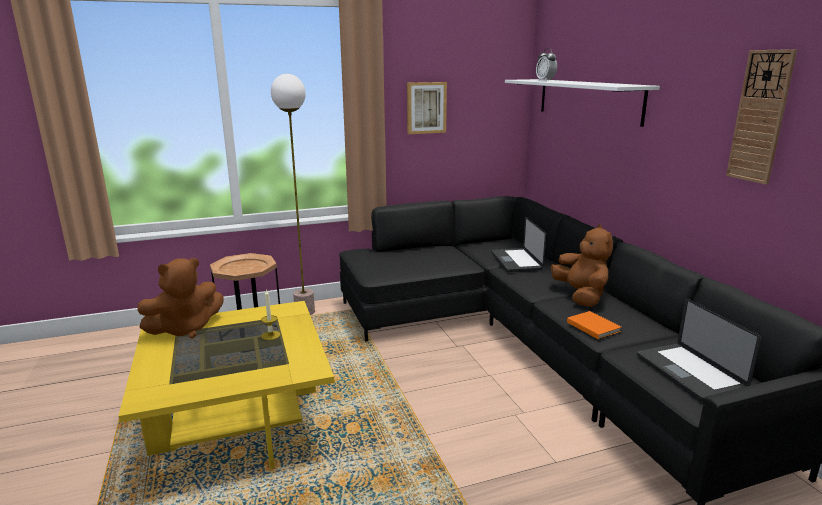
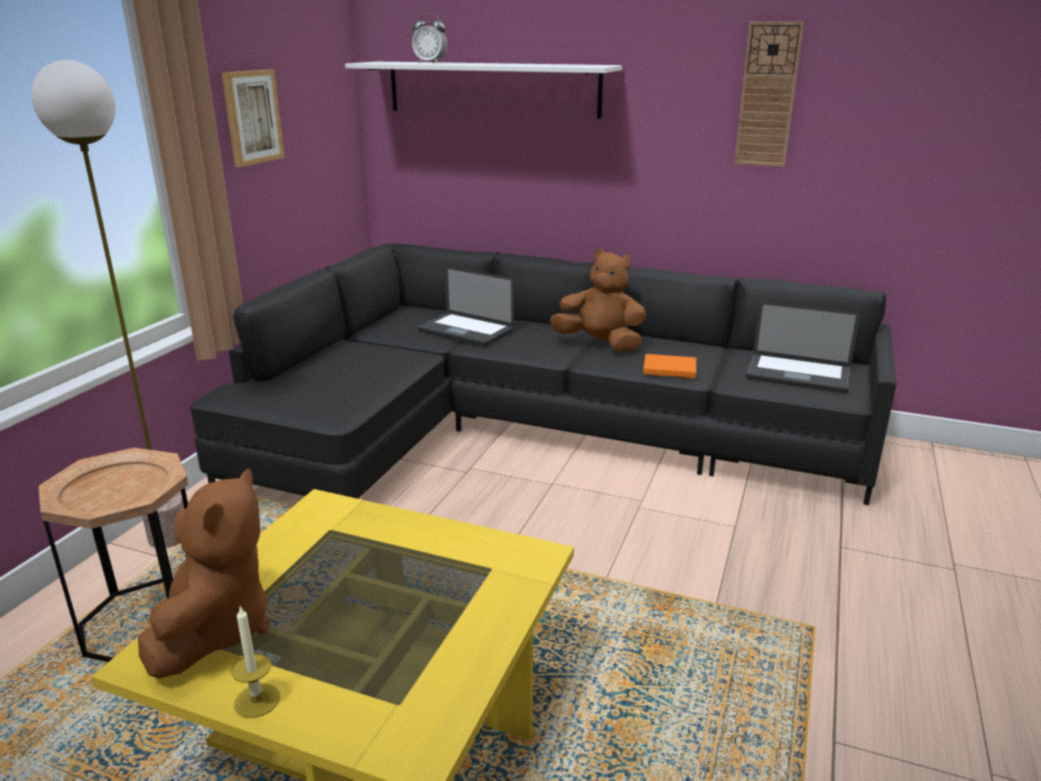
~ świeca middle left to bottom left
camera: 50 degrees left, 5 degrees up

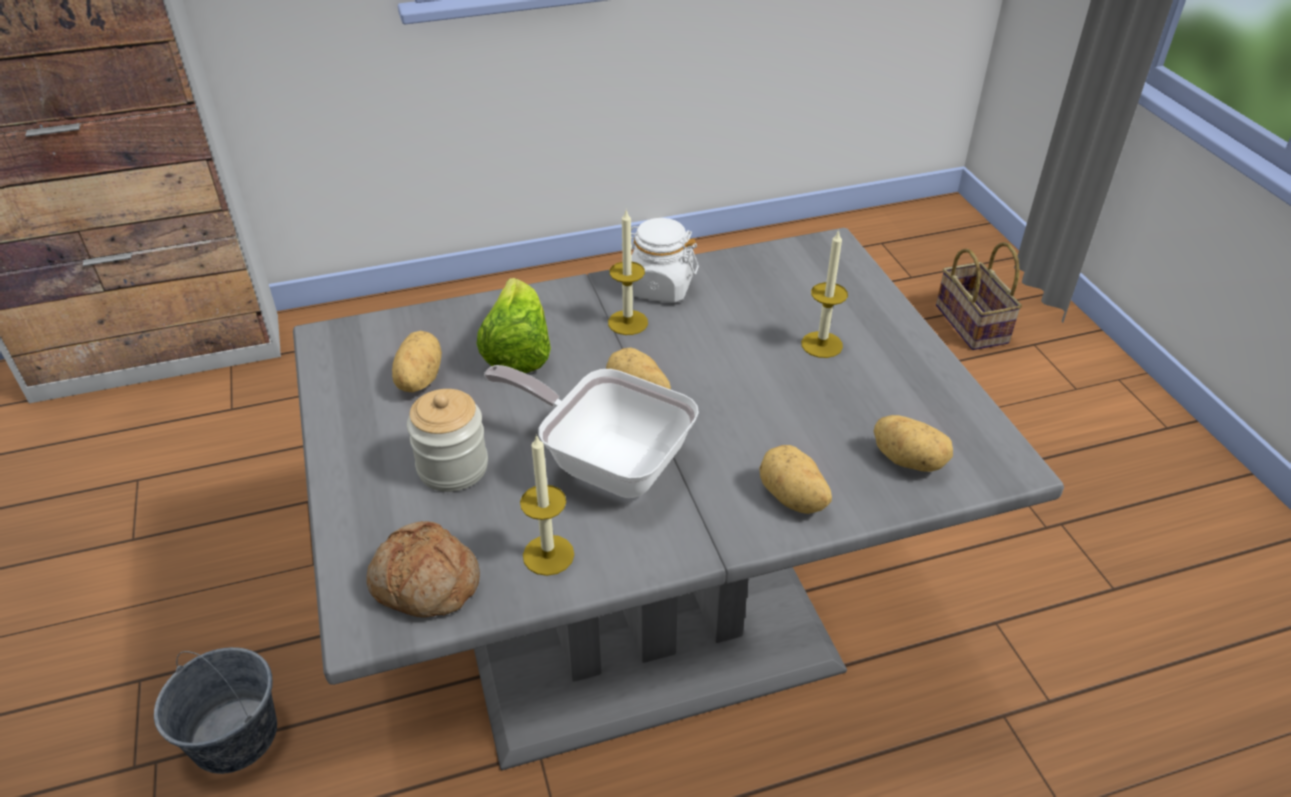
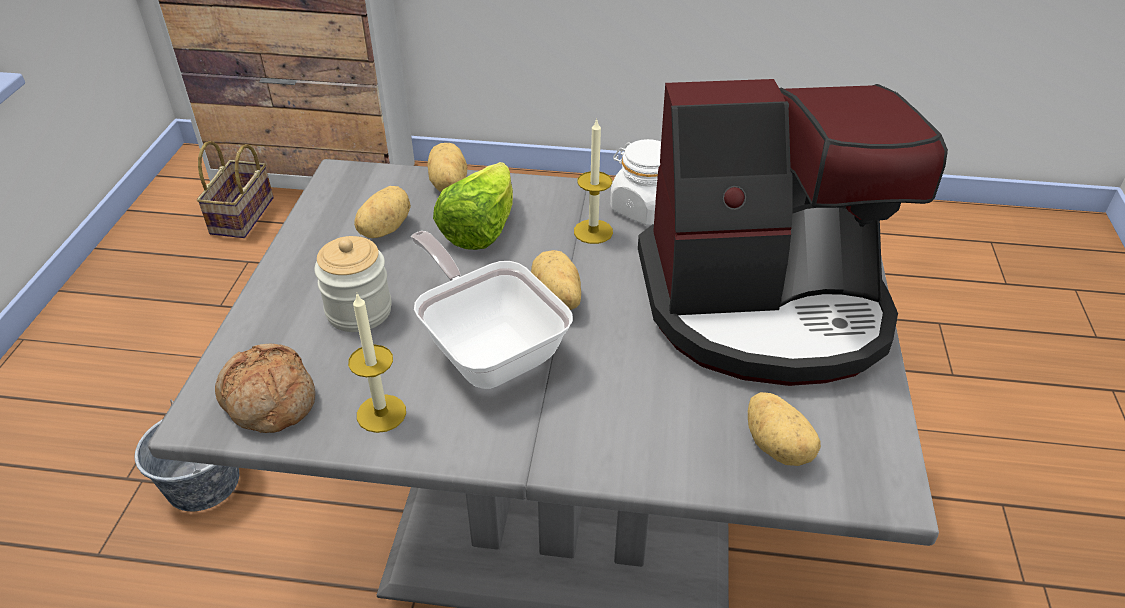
~ ziemniak (no. 3 from left in the first image) centre to ziemniak (no. 2 from left) top centre
~ koszyk middle right to top left
~ świeca (no. 3 from left) centre to ekspres do kawy middle right
camera: 25 degrees right, 0 degrees up

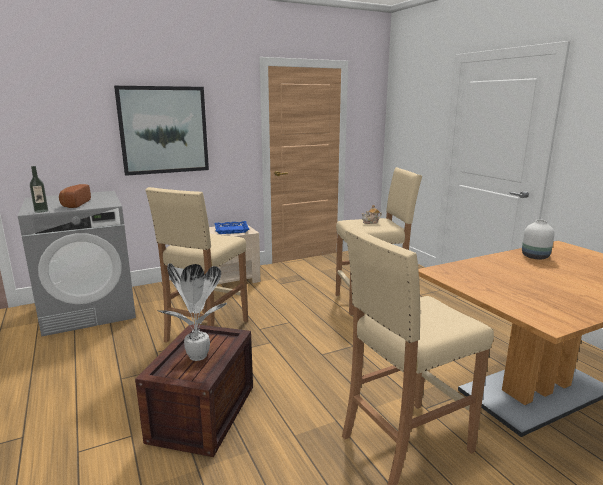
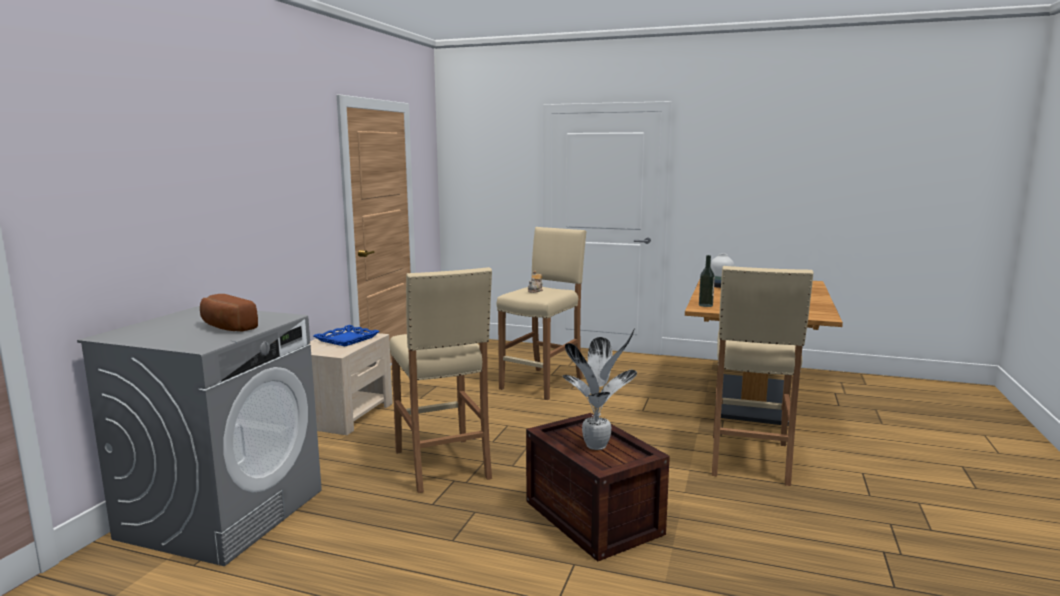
- obraz top left
~ butelka middle left to middle right
camera: 45 degrees left, 5 degrees down

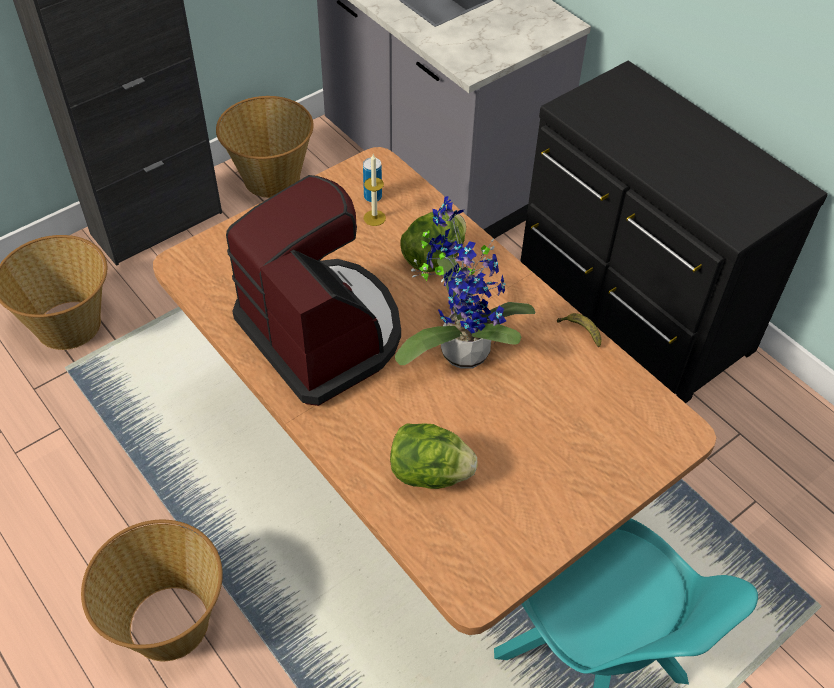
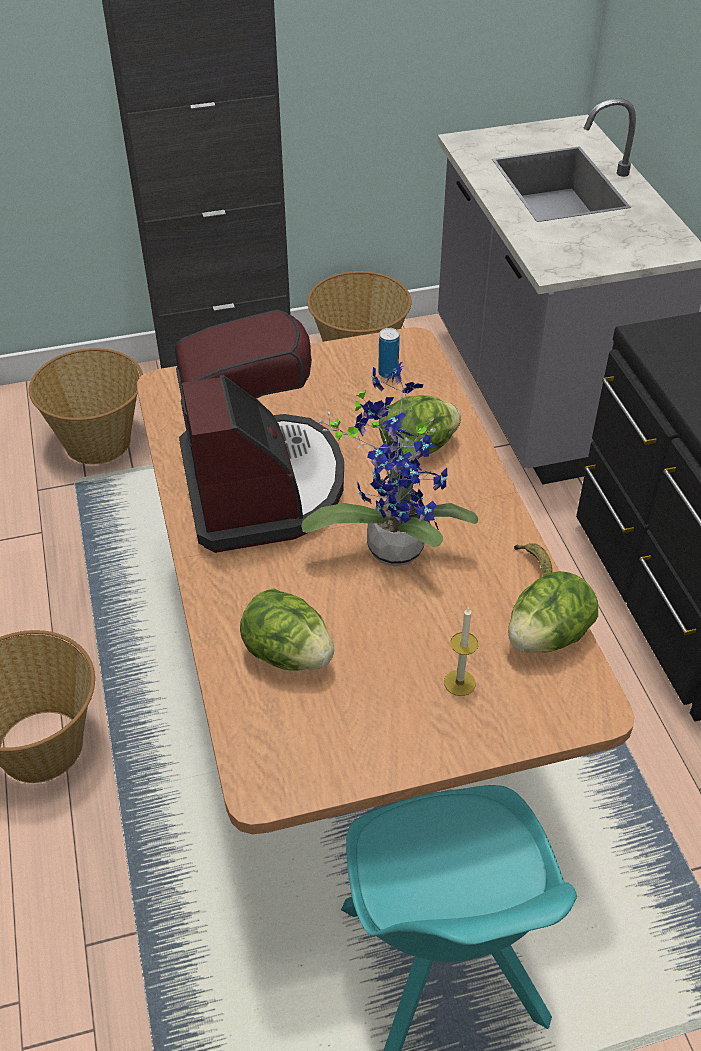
+ sałata (no. 3 from left) middle right
~ świeca top centre to centre
camera: 25 degrees right, 5 degrees down

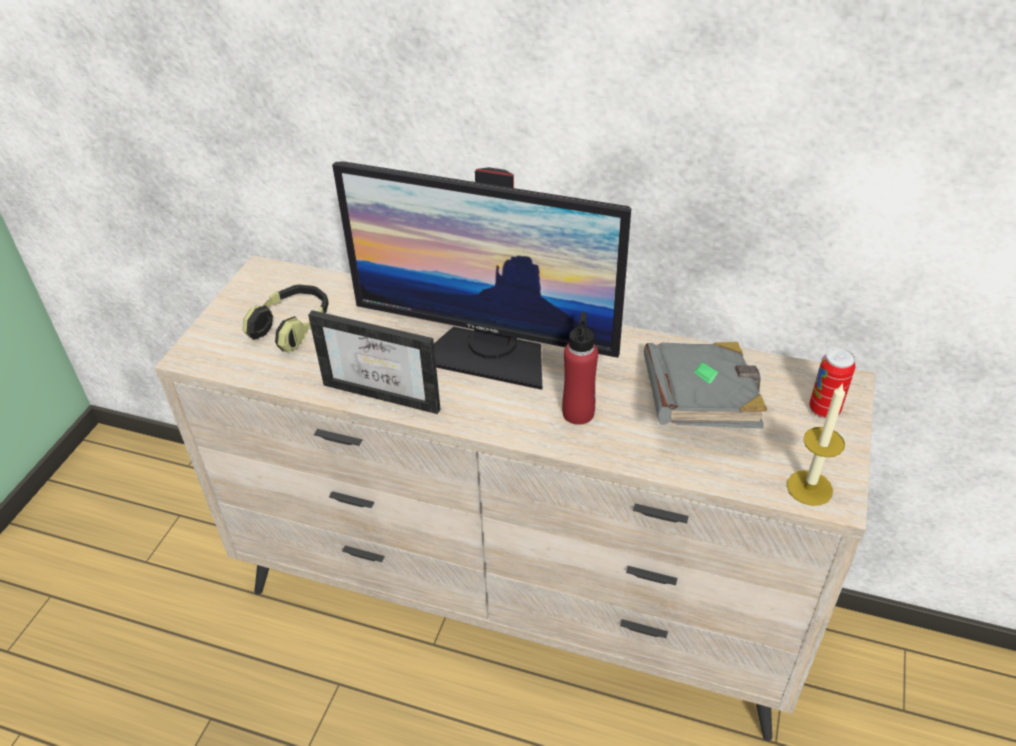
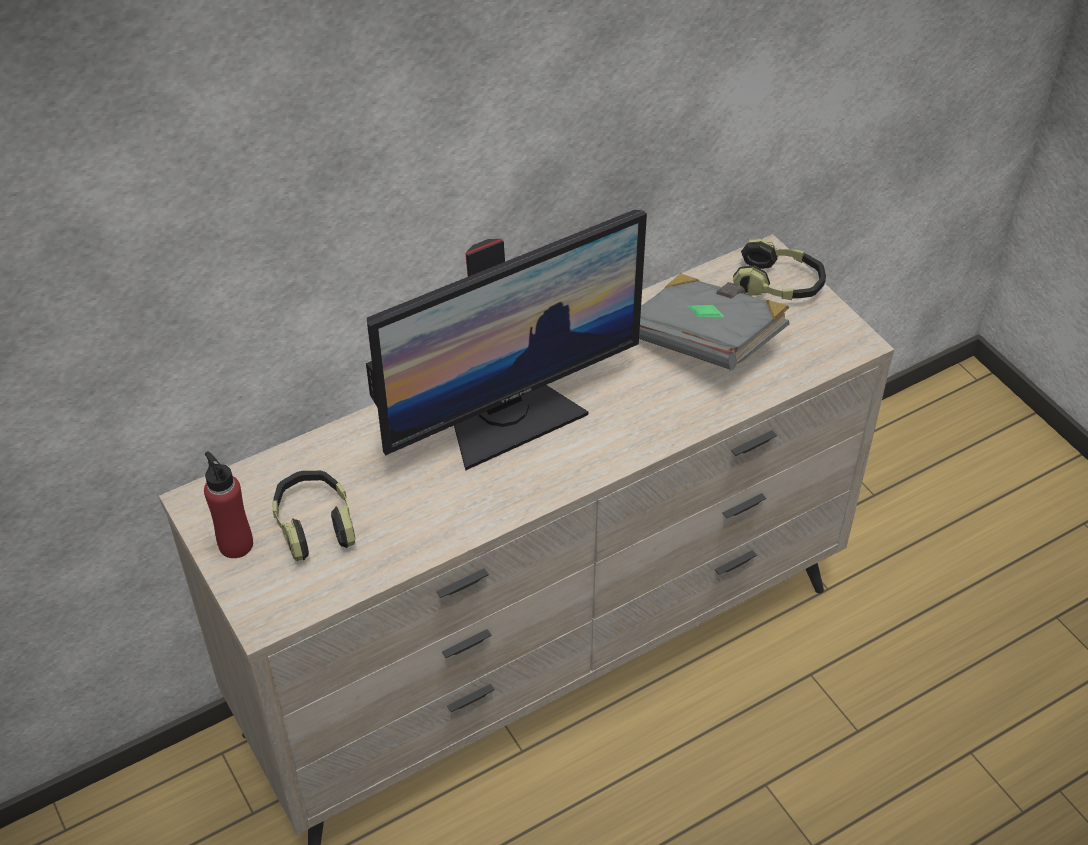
- ramka na zdjęcie centre
- świeca middle right
~ butelka [czerwony] centre to middle left
~ puszka middle right to słuchawki (no. 2 from left) top right
camera: 50 degrees left, 5 degrees up

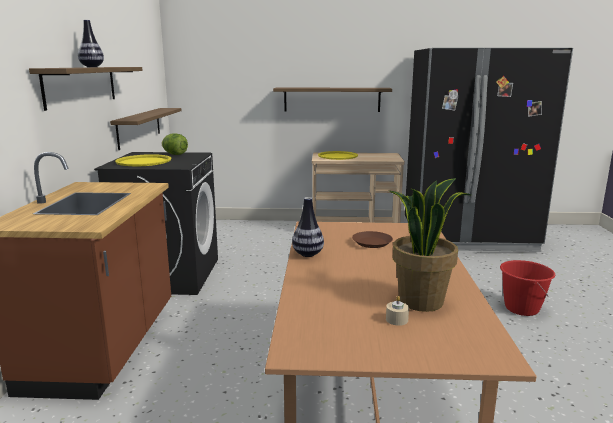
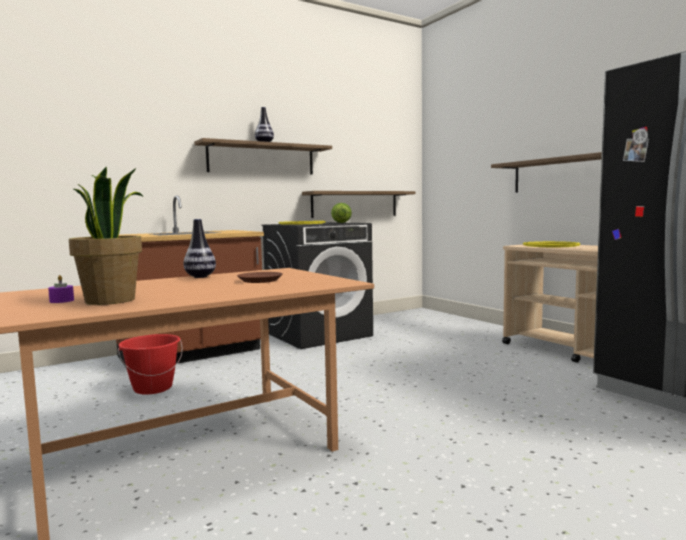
~ wiadro [czerwony] bottom right to bottom left
~ świeca [beżowy] bottom centre to świeca [fioletowy] middle left
camera: 55 degrees right, 10 degrees down

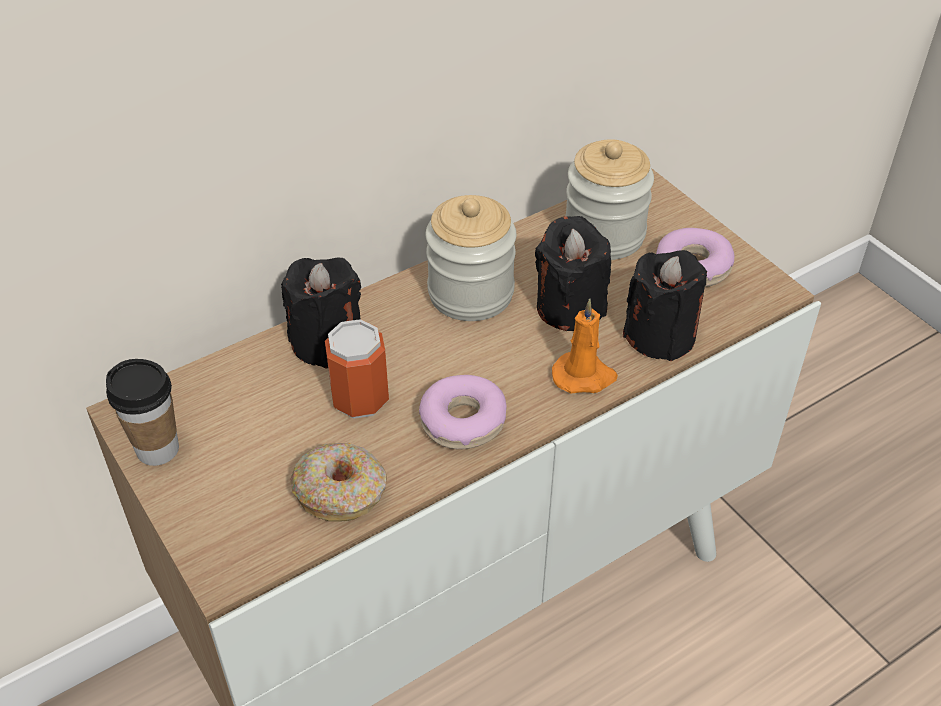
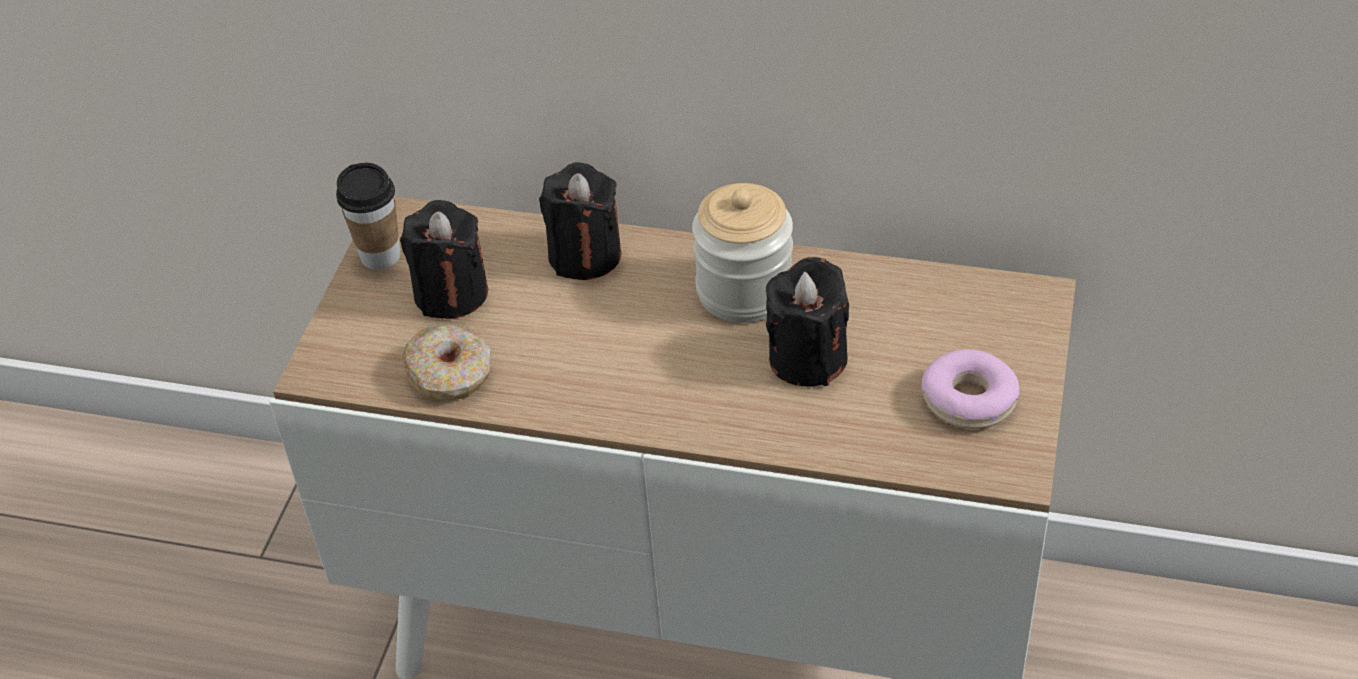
- puszka centre
- donut (no. 2 from left) centre
- świeca [pomarańczowy] centre
- słoik (no. 2 from left) top centre
~ świeca [czarny] (no. 3 from left in the first image) middle right to świeca [czarny] (no. 1 from left) middle left
camera: 50 degrees right, 0 degrees up

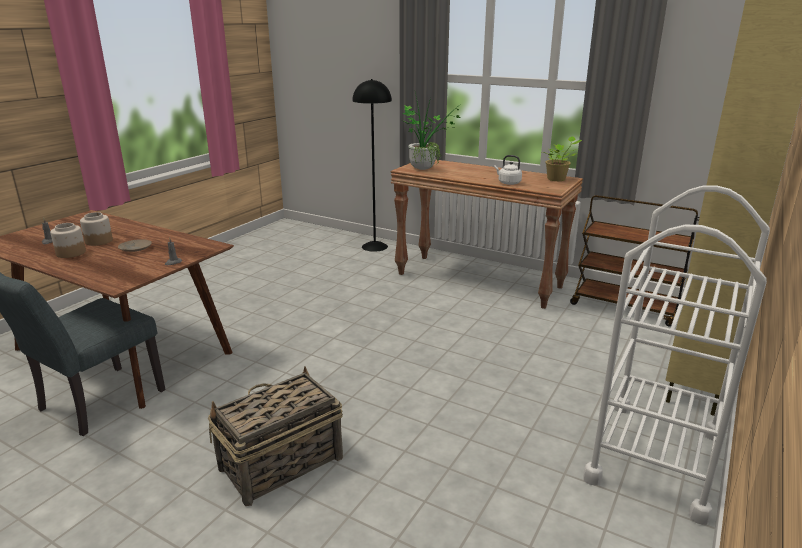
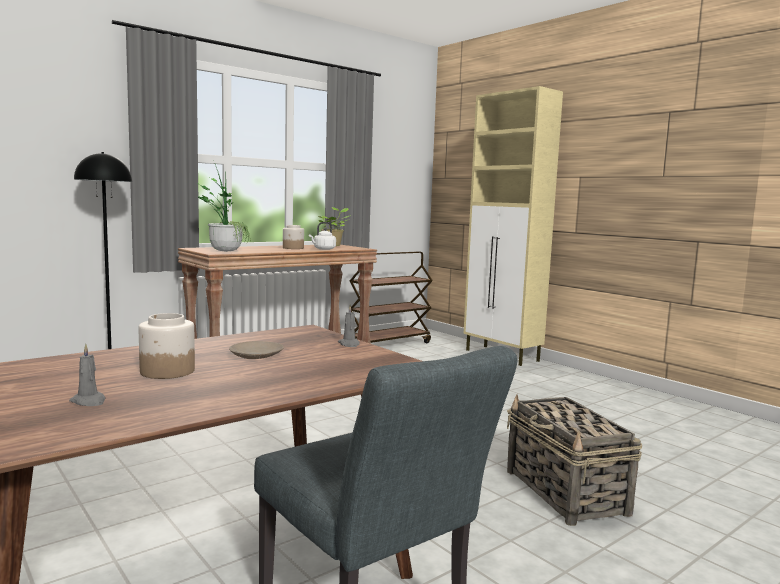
- wózek [biały] middle right
~ słoik (no. 1 from left in the first image) middle left to słoik (no. 2 from left) centre
camera: 70 degrees left, 15 degrees down

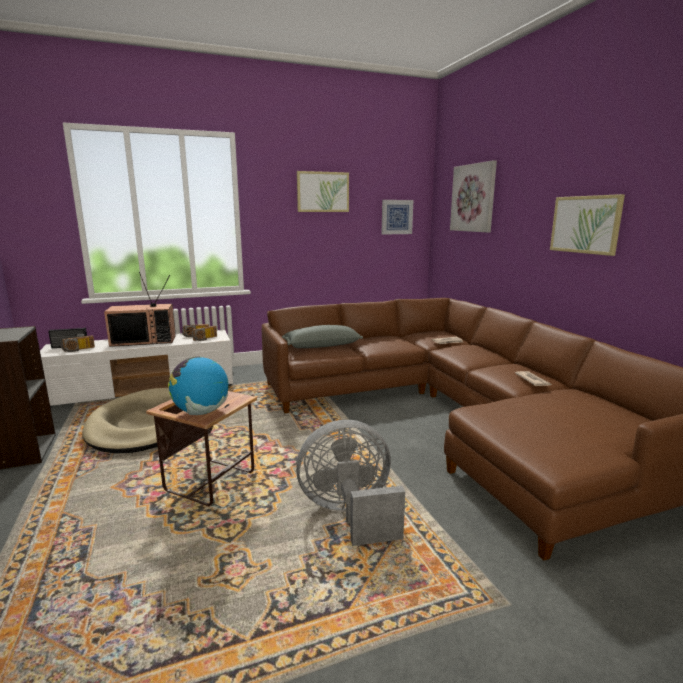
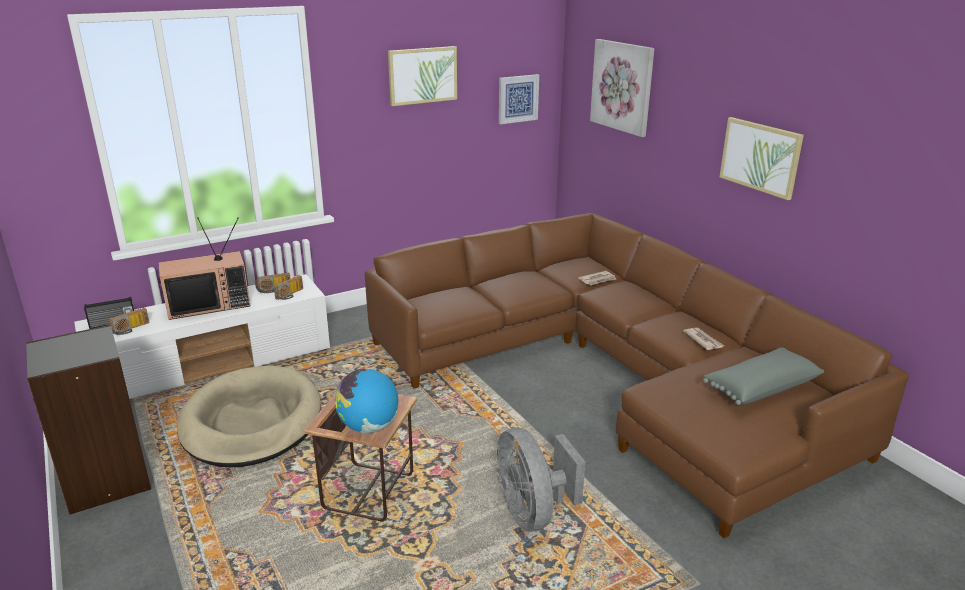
~ poduszka [szary] centre to middle right
~ wentylator [szary] bottom centre = bottom centre 90 degrees counterclockwise
camera: 10 degrees left, 10 degrees up

